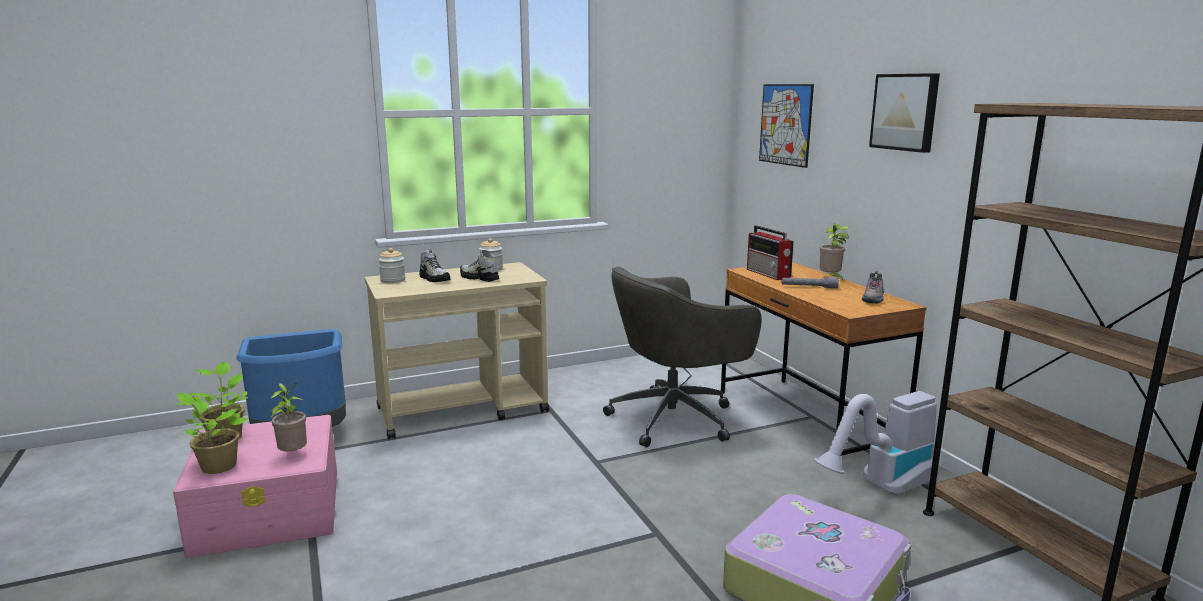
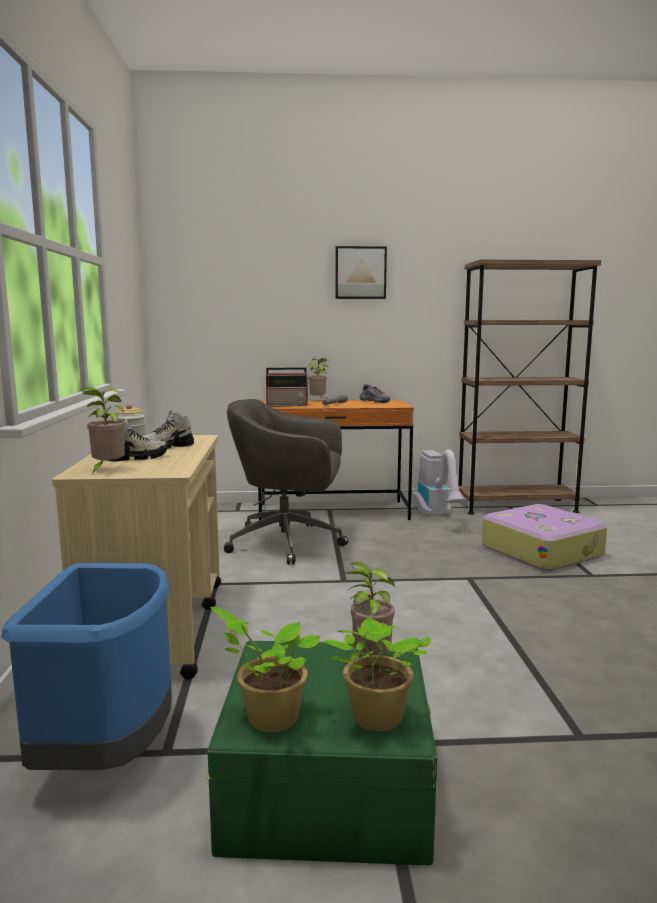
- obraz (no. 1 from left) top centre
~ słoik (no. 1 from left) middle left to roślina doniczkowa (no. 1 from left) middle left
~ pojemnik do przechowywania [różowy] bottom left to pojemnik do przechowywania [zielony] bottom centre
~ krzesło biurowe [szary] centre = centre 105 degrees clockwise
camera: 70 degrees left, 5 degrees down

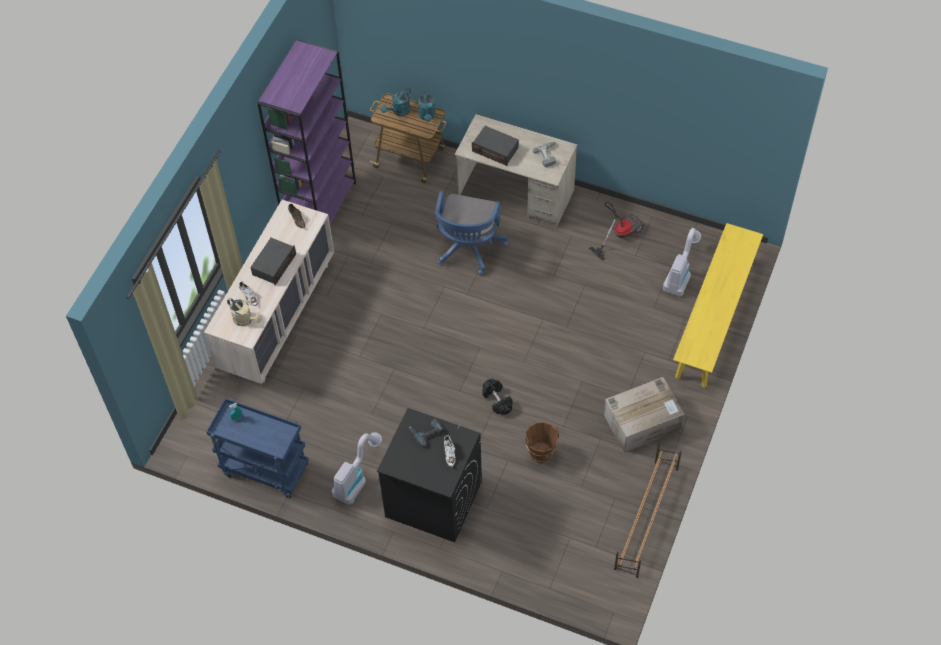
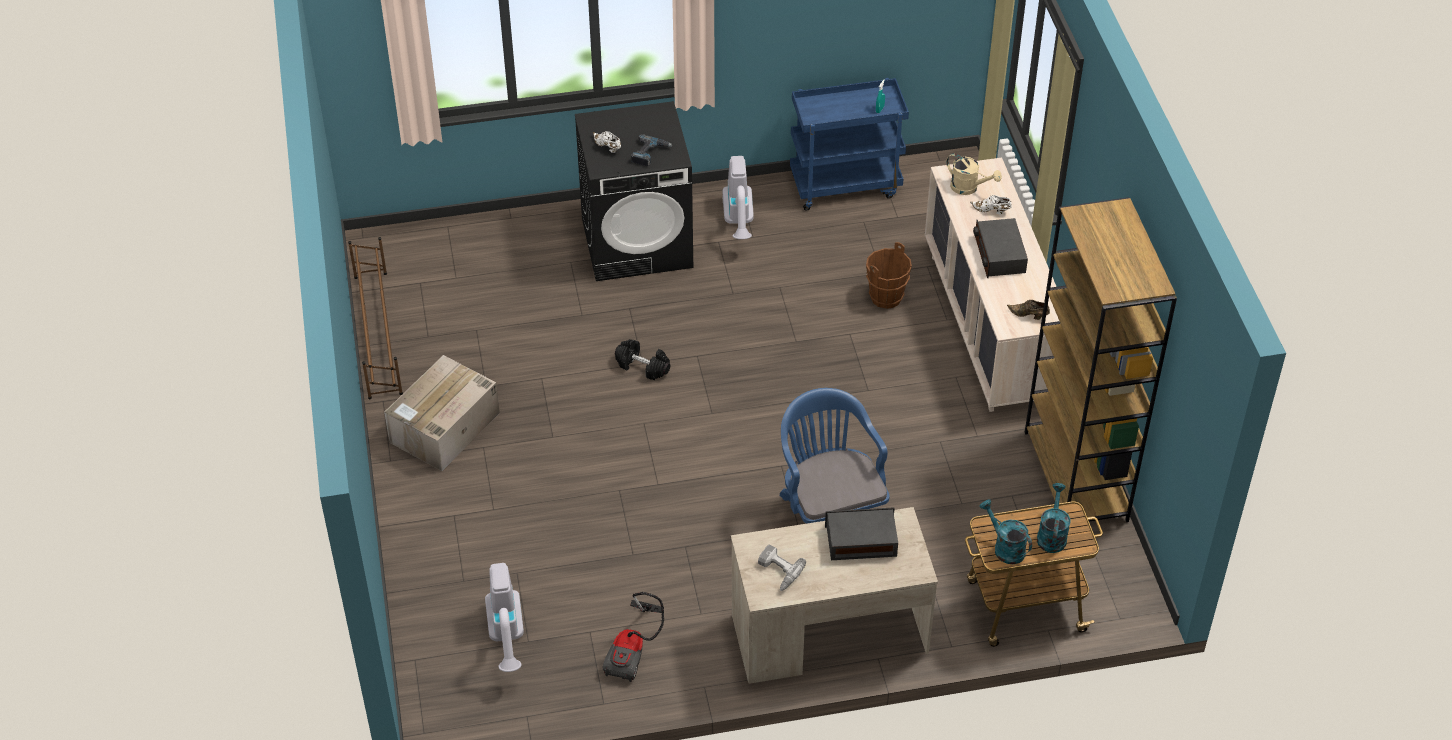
- ławka [żółty] middle right
~ wiadro [brązowy] bottom centre to centre
~ regał [fioletowy] top left to regał [brązowy] middle right
~ konewka [beżowy] middle left = top right 150 degrees counterclockwise
camera: 145 degrees right, 10 degrees down

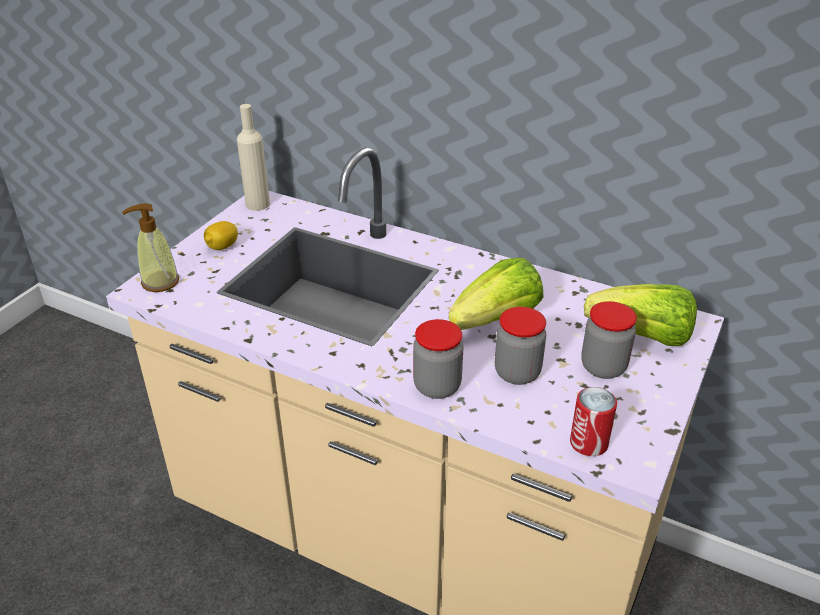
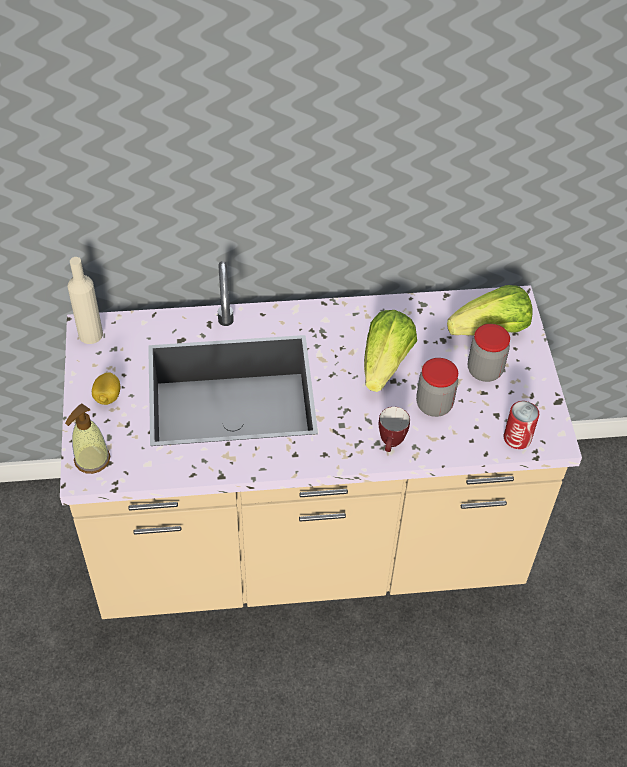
~ słoik (no. 1 from left) centre to kubek centre
camera: 35 degrees left, 15 degrees up

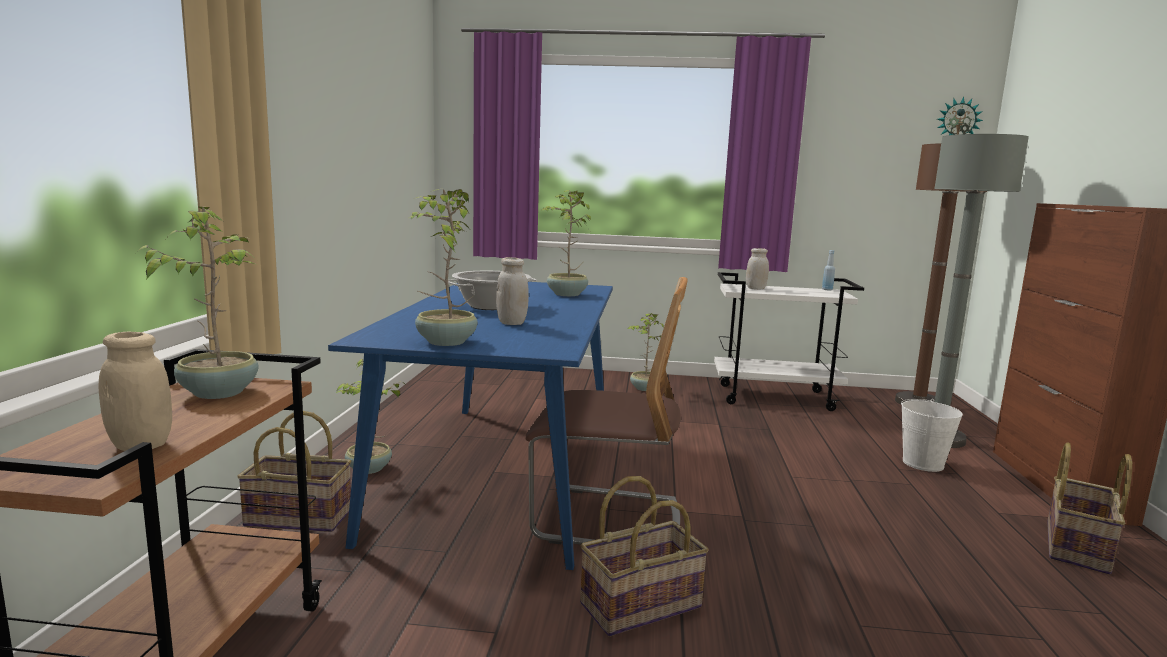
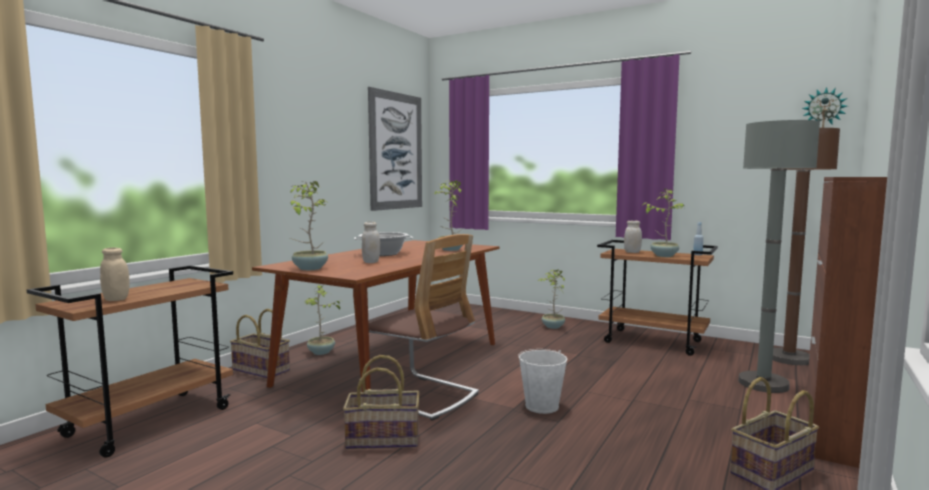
+ obraz top centre
~ roślina doniczkowa (no. 1 from left in the first image) middle left to roślina doniczkowa (no. 5 from left) middle right
~ wiadro [biały] middle right to bottom centre
~ stół jadalny [niebieski] centre to stół jadalny [brązowy] centre
~ wózek [biały] middle right to wózek [brązowy] (no. 2 from left) middle right
camera: 25 degrees right, 5 degrees down

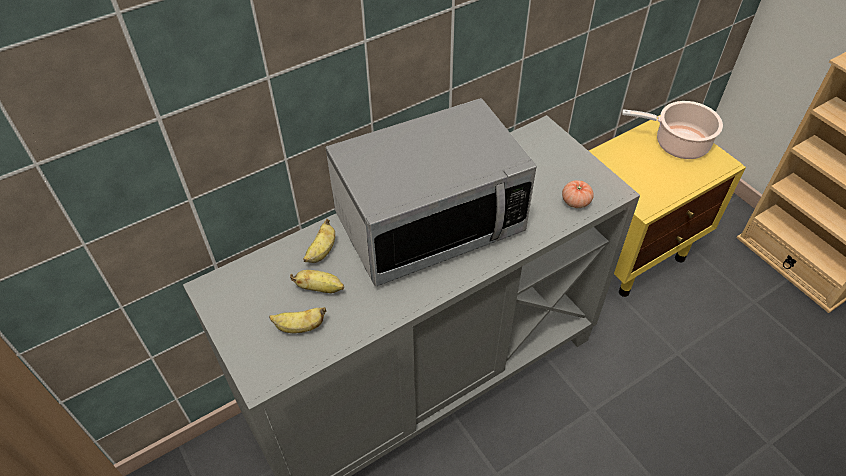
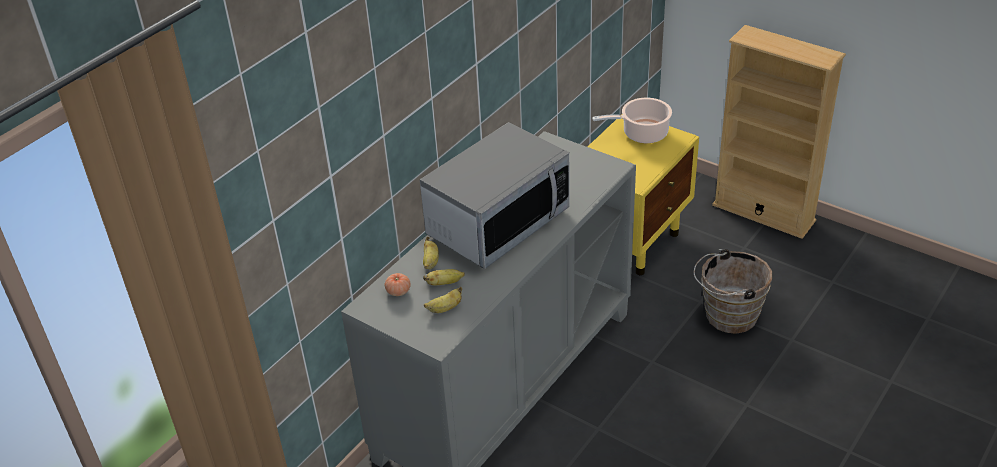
+ wiadro [brązowy] middle right
~ pomidor middle right to centre
camera: 20 degrees left, 10 degrees down

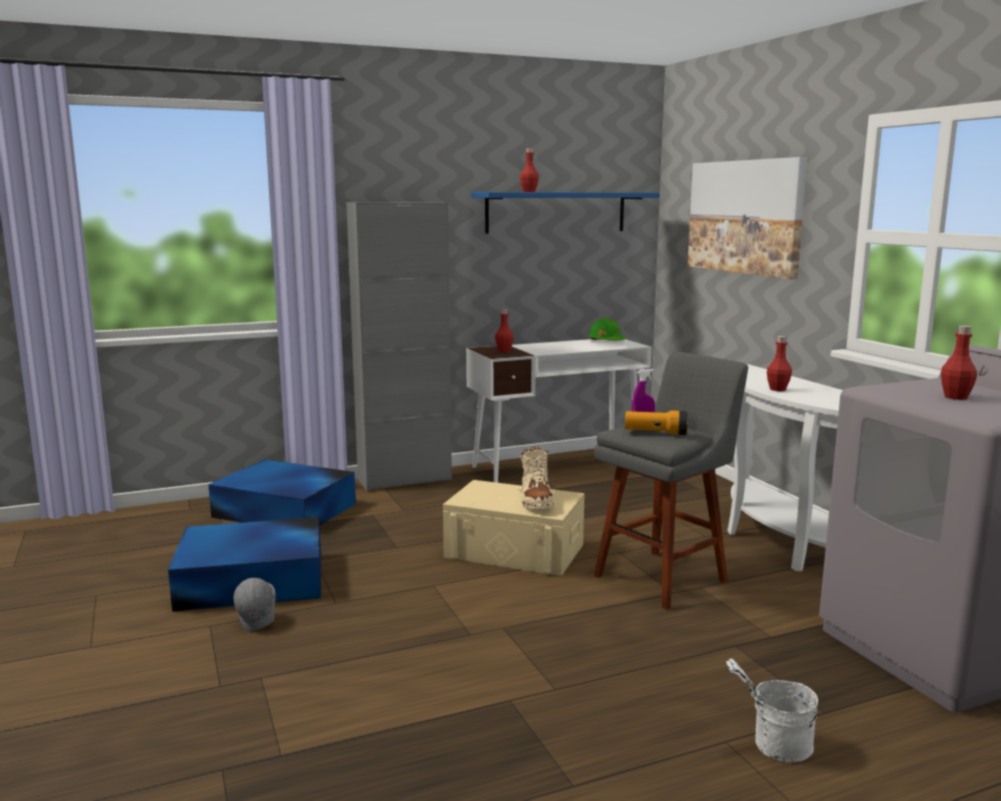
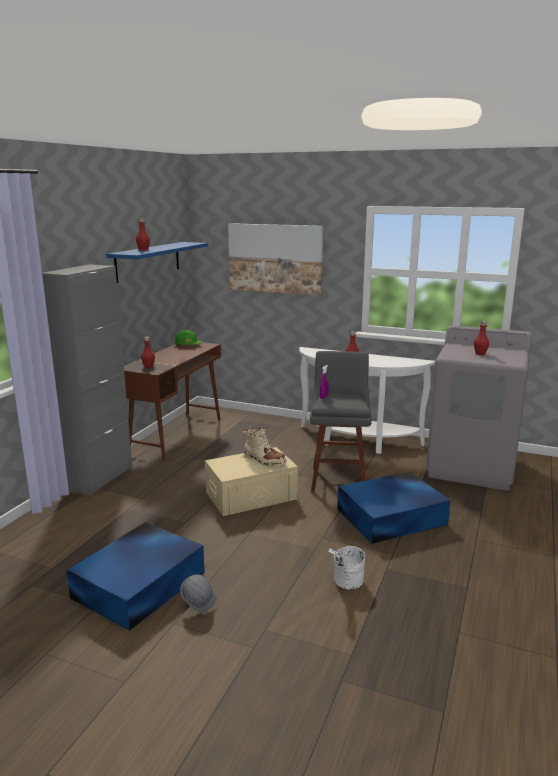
- latarka centre
~ pojemnik do przechowywania [niebieski] (no. 2 from left) middle left to middle right
~ wiadro [biały] bottom right to bottom centre
~ biurko [biały] centre to biurko [brązowy] middle left
camera: 45 degrees left, 5 degrees up

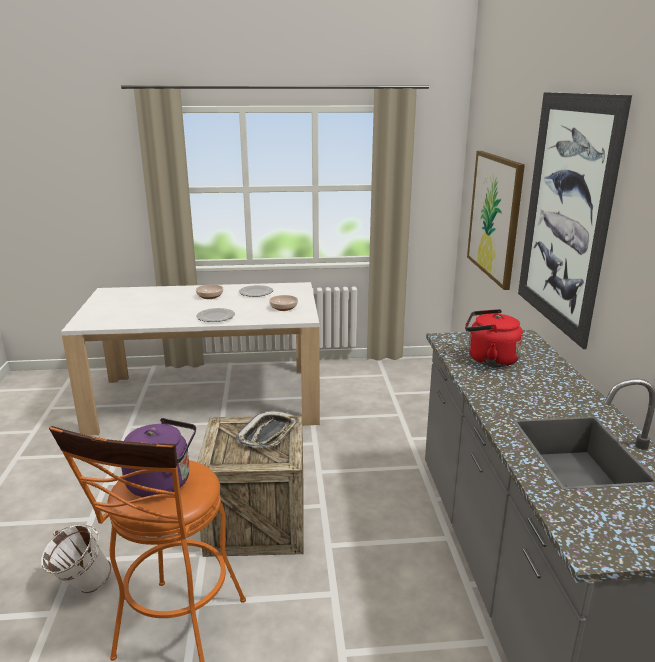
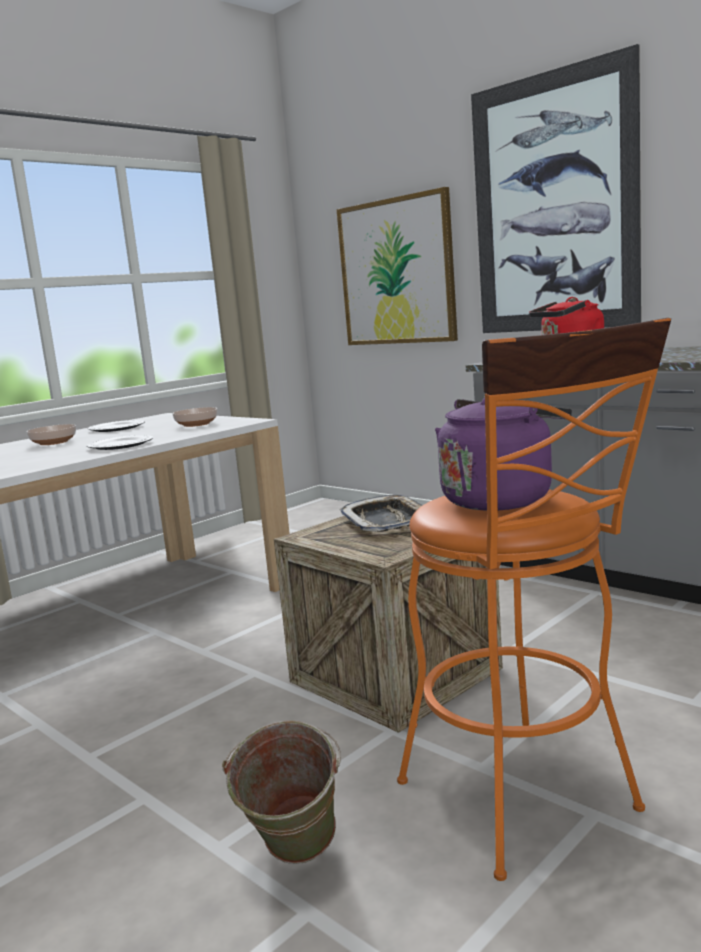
~ wiadro [biały] bottom left to wiadro [zielony] bottom centre
camera: 40 degrees left, 10 degrees down

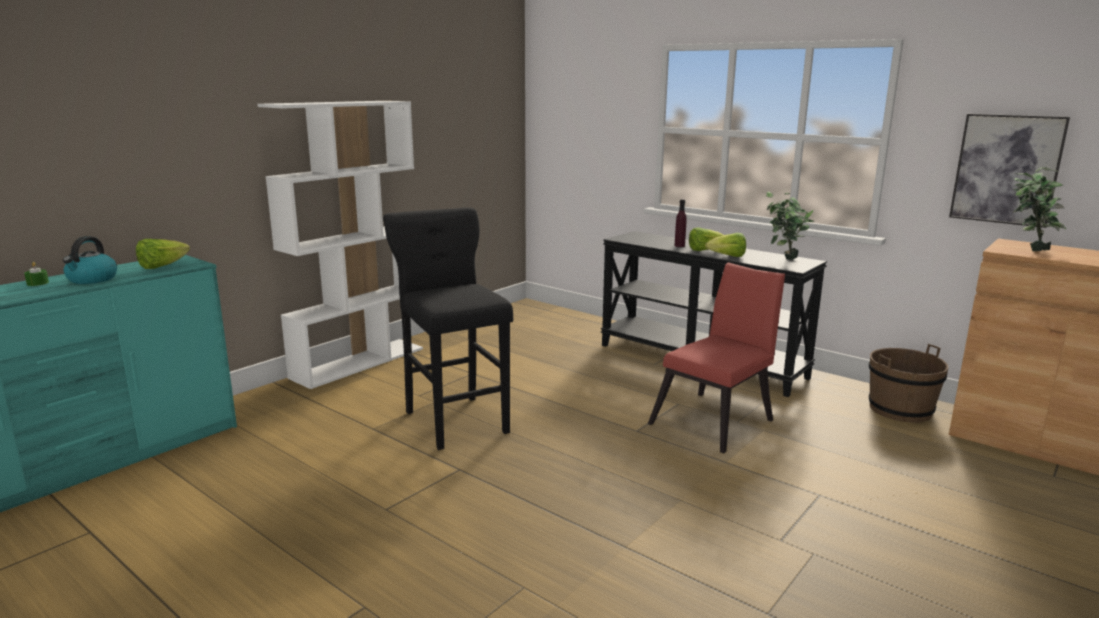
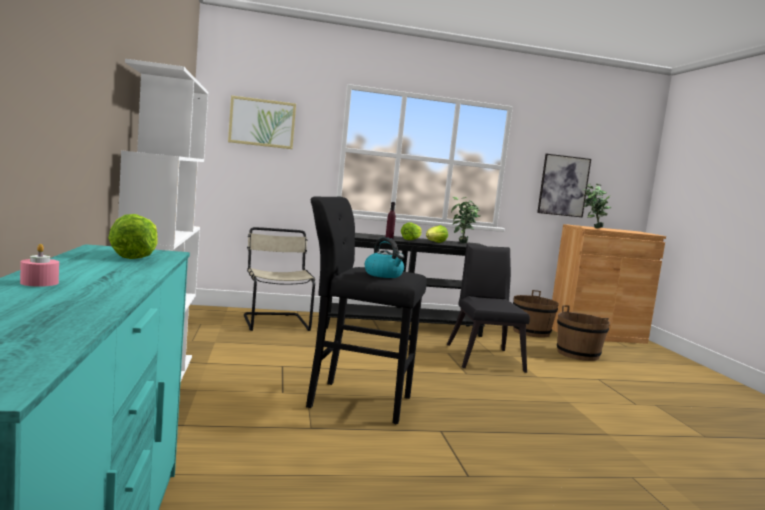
+ obraz (no. 1 from left) top centre
+ krzesło [beżowy] centre
+ wiadro [brązowy] (no. 2 from left) middle right
~ czajnik middle left to centre
~ świeca [zielony] middle left to świeca [różowy] middle left
~ krzesło [czerwony] centre to krzesło [czarny] centre
camera: 50 degrees left, 10 degrees down

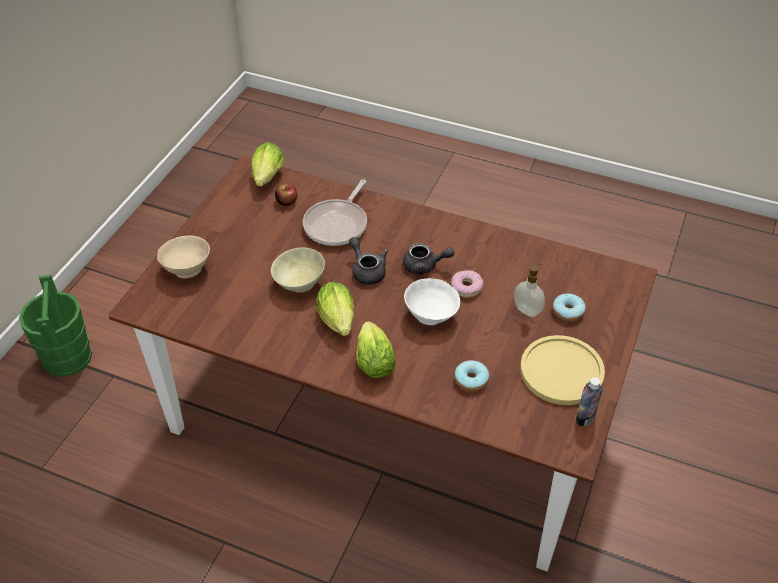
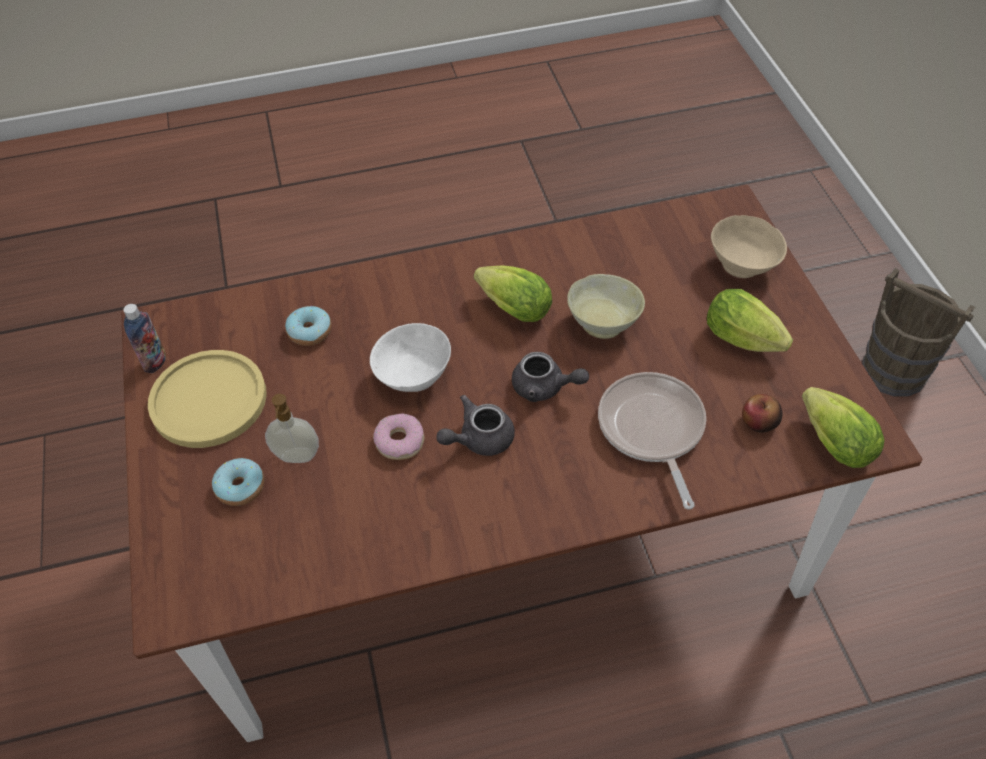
~ sałata (no. 3 from left in the first image) centre to sałata (no. 2 from left) middle right
~ wiadro [zielony] middle left to wiadro [brązowy] middle right
camera: 145 degrees right, 5 degrees up

